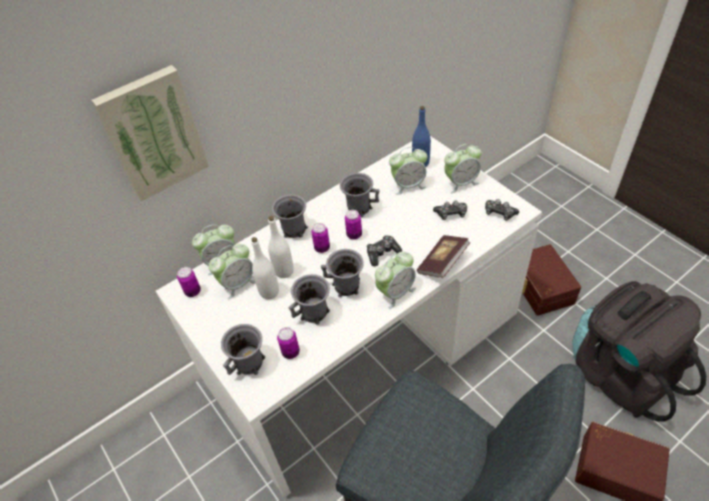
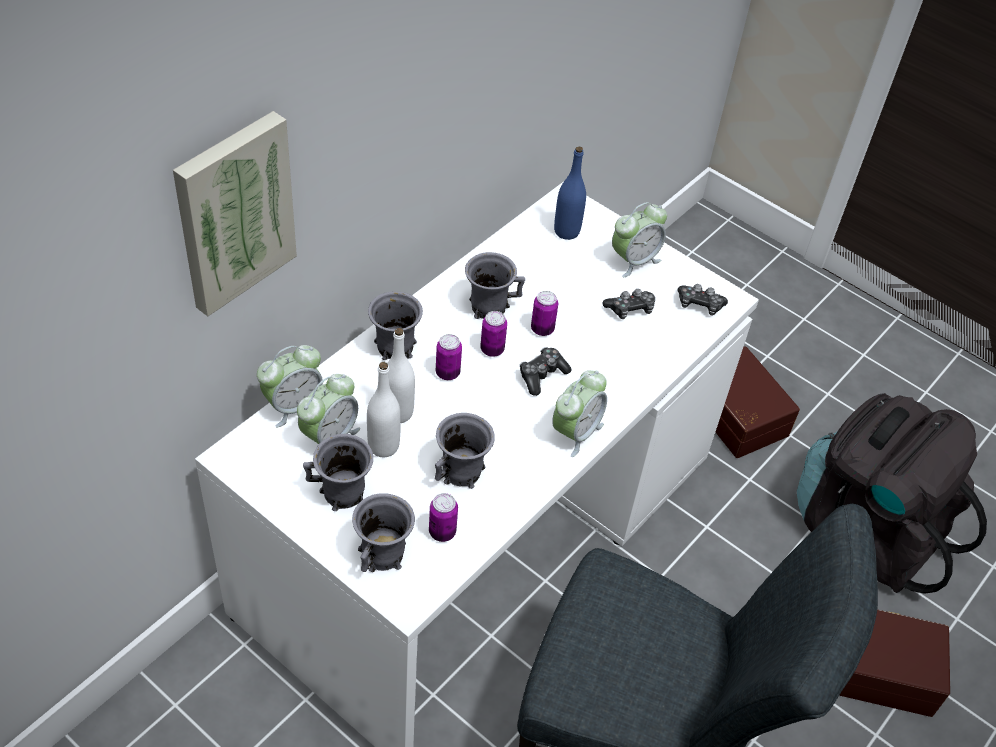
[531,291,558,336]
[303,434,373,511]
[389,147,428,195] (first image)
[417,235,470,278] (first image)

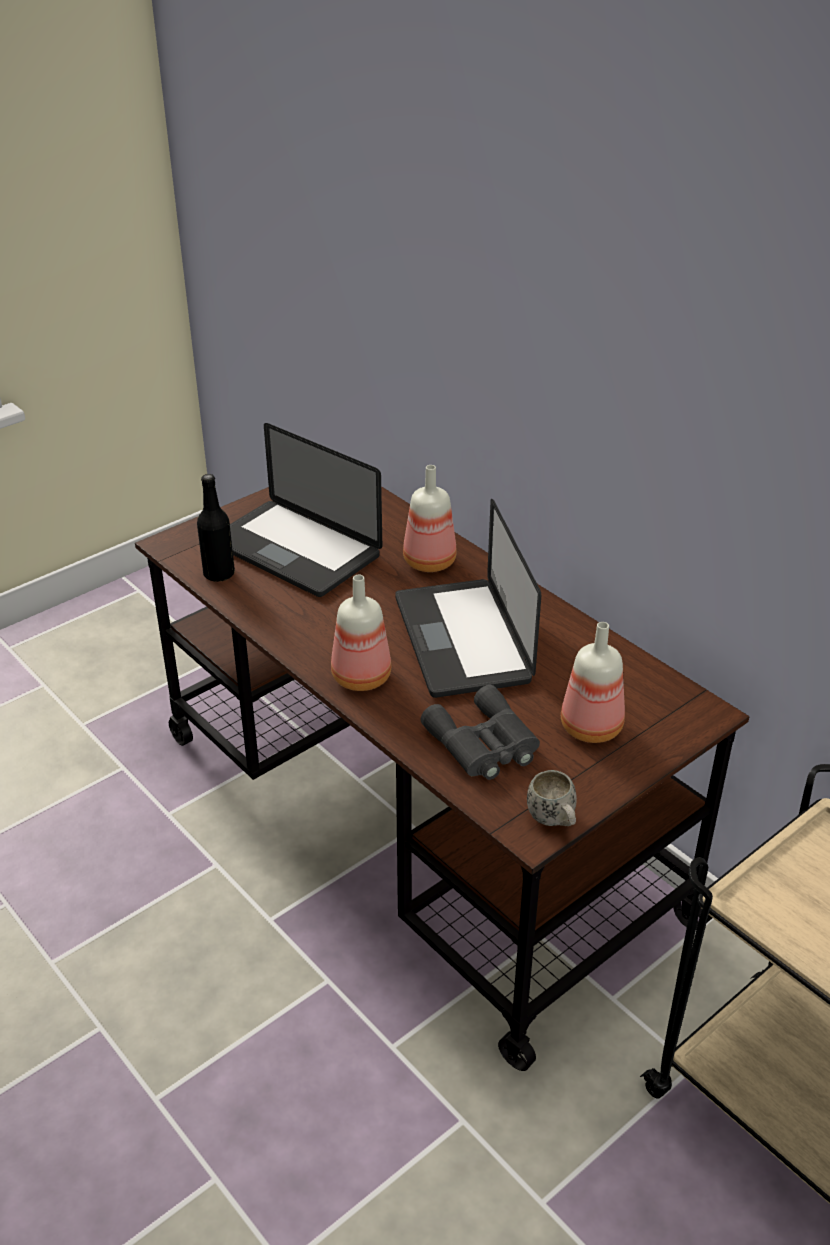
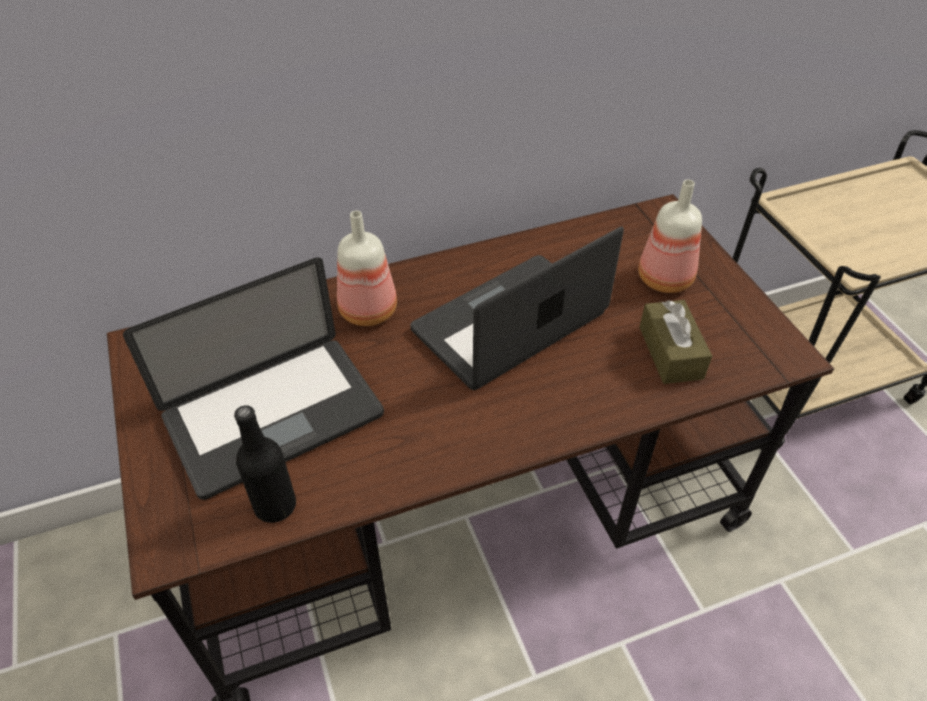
[331,574,391,691] (first image)
[410,227,624,390]
[639,300,712,384]
[527,770,577,826] (first image)

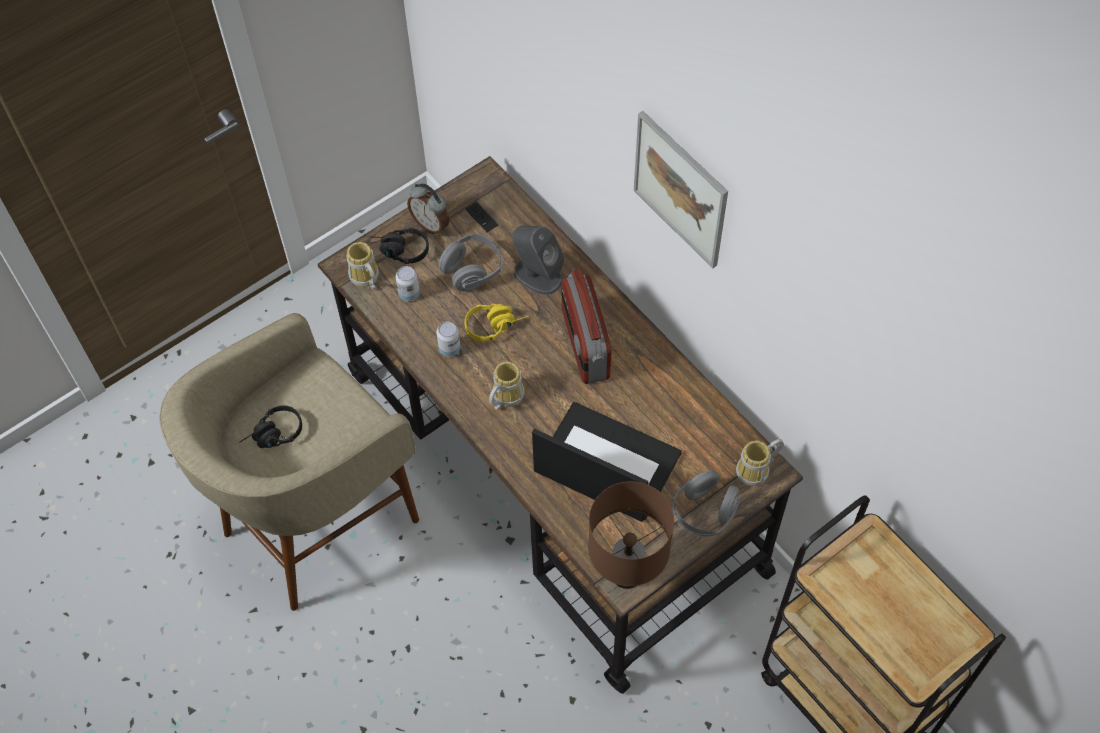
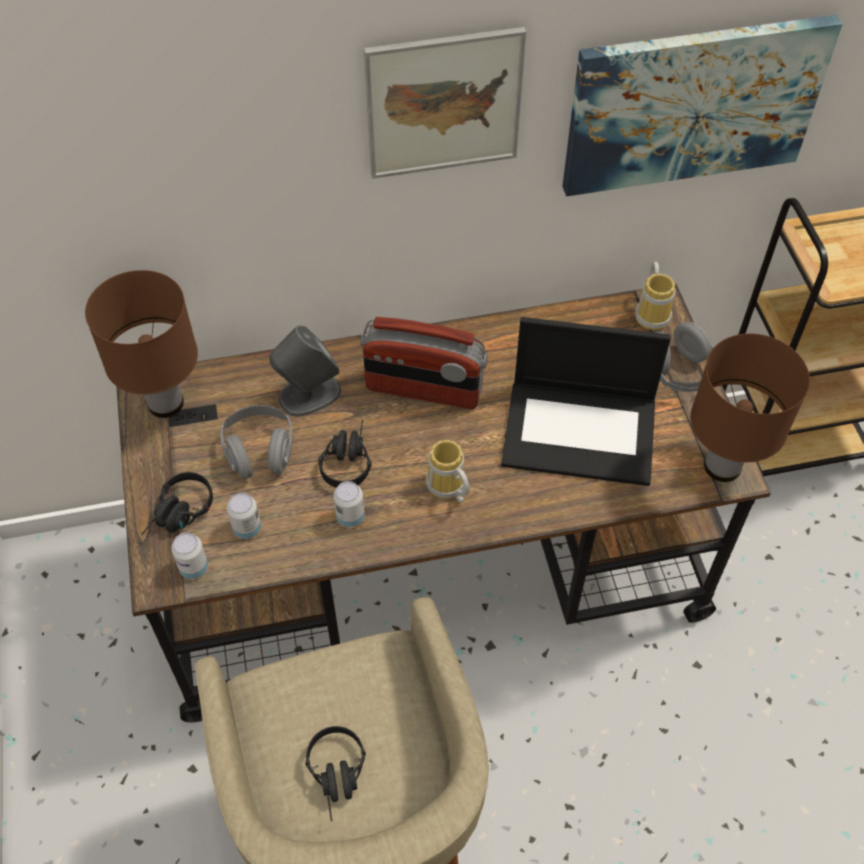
[171,532,208,579]
[407,183,449,235] (first image)
[318,420,372,488]
[501,317,671,486]
[85,270,198,418]
[562,15,843,197]

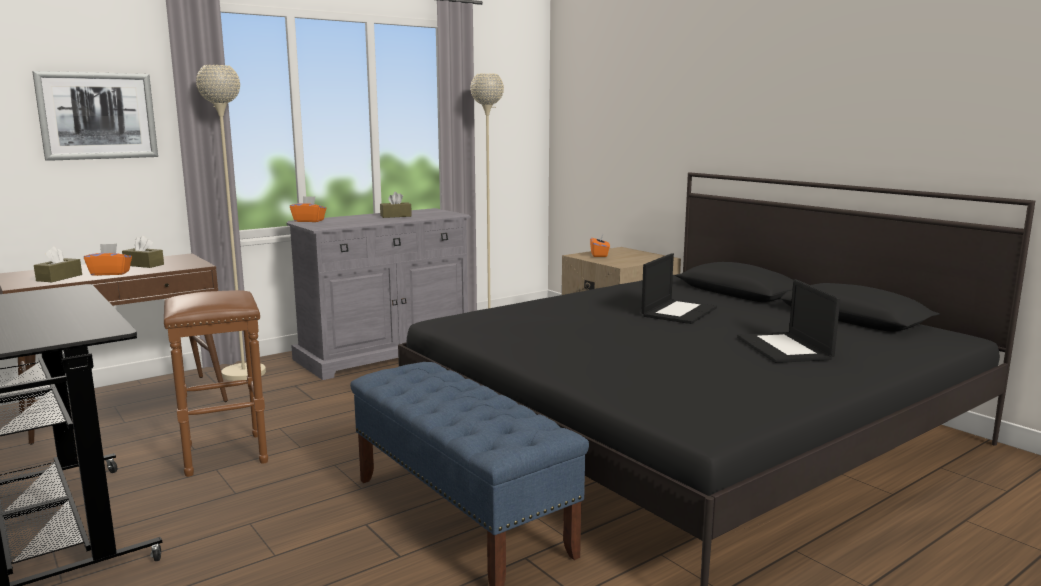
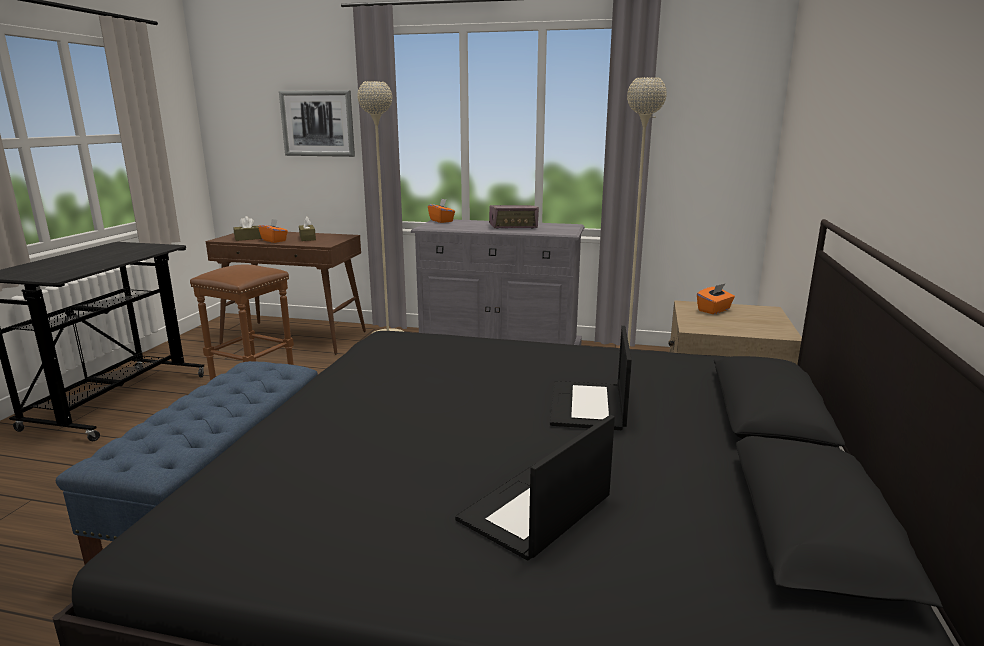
[489,205,539,229]
[550,326,632,430]

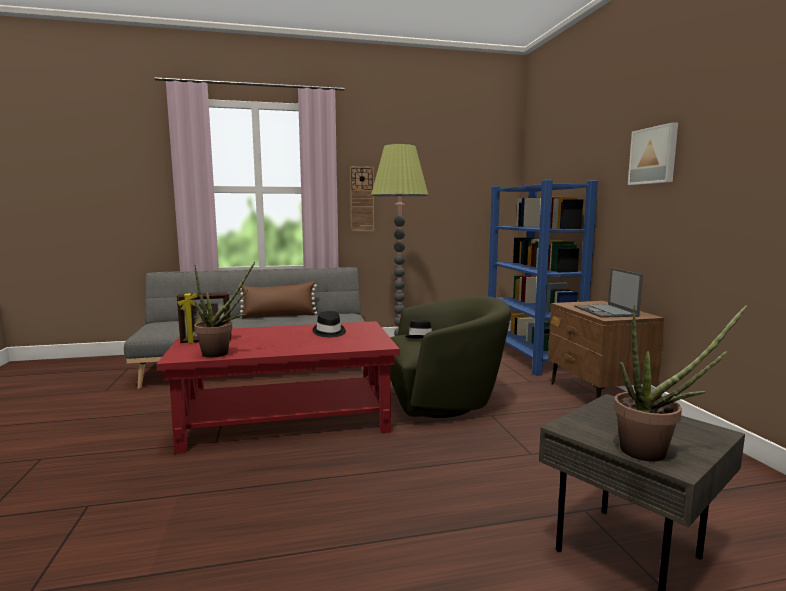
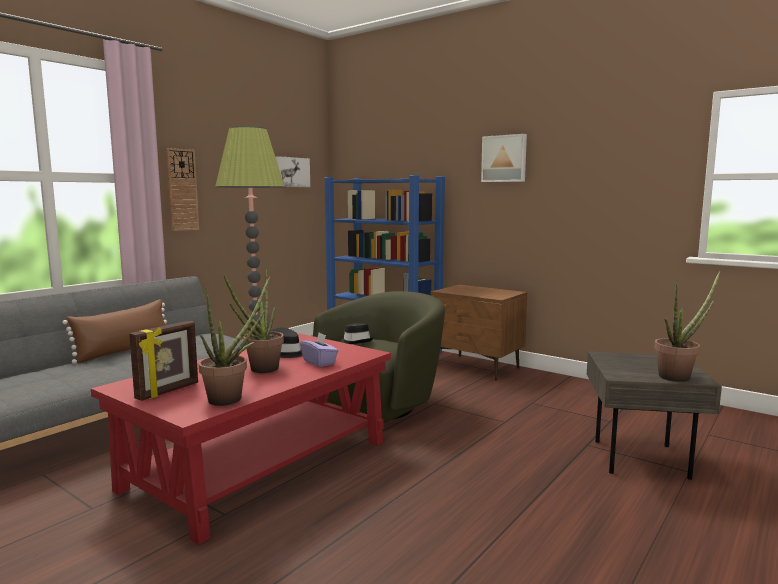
[574,268,643,318] (first image)
[223,269,284,373]
[276,156,310,187]
[300,333,338,367]

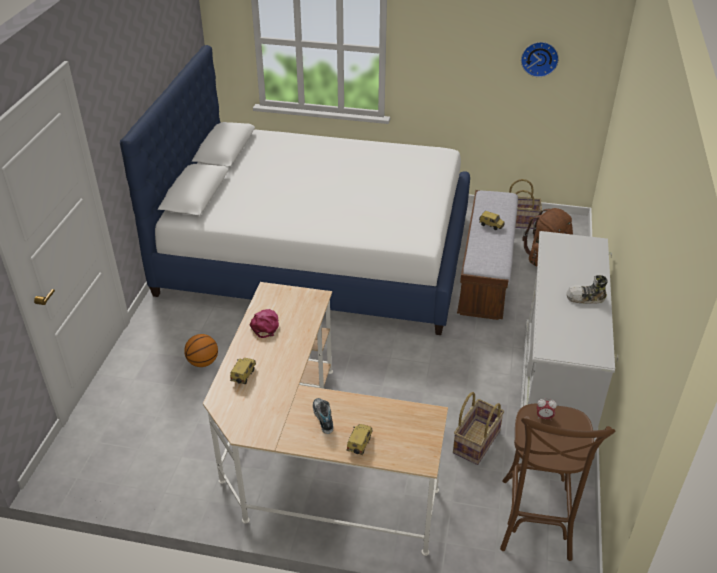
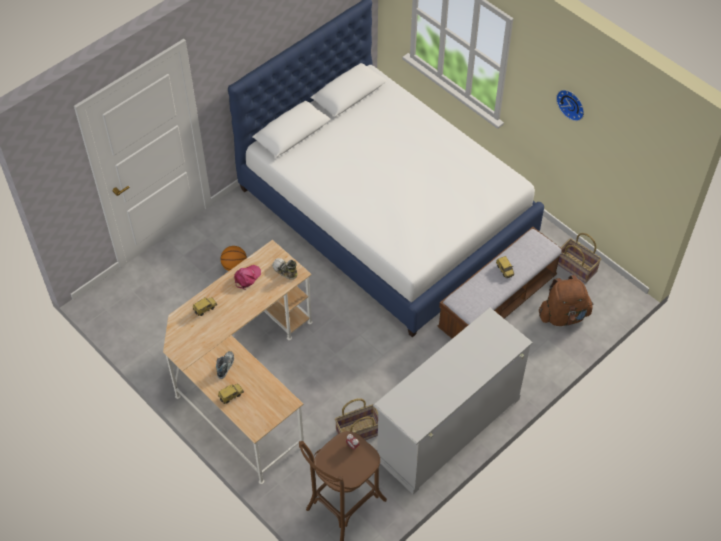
[556,90,584,121]
[272,258,298,279]

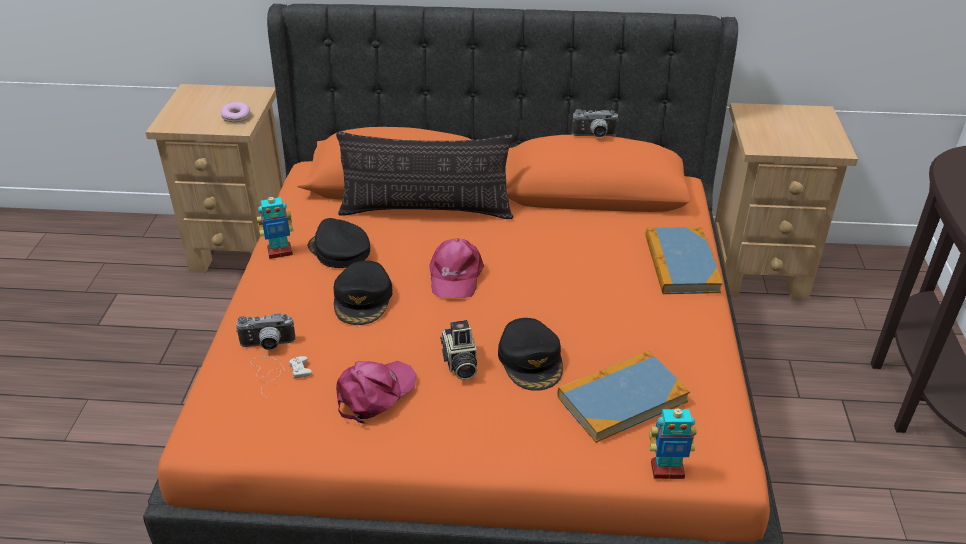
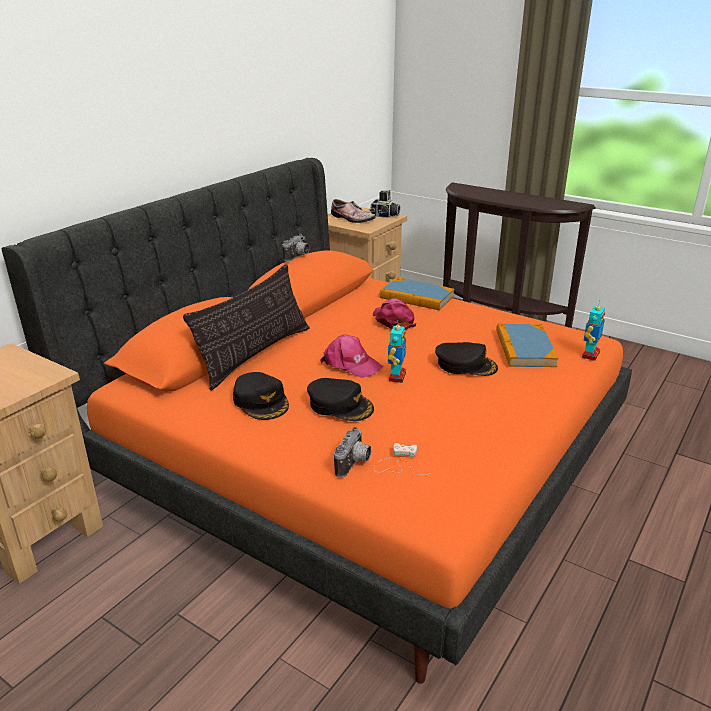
[221,102,251,122] (first image)
[388,320,406,383]
[233,372,289,420]
[373,298,416,330]
[370,190,400,218]
[331,199,376,223]

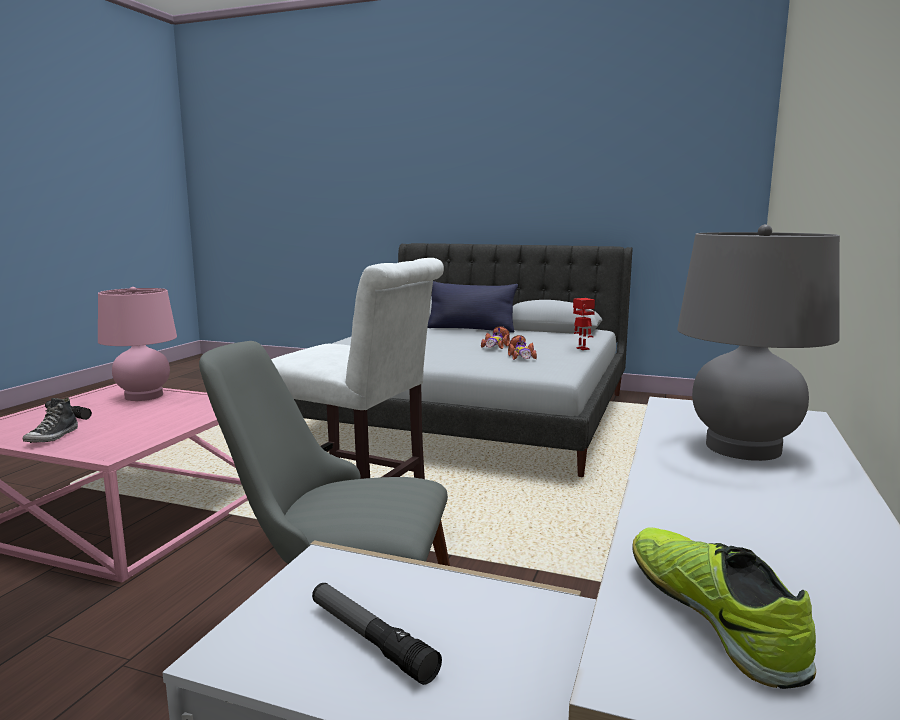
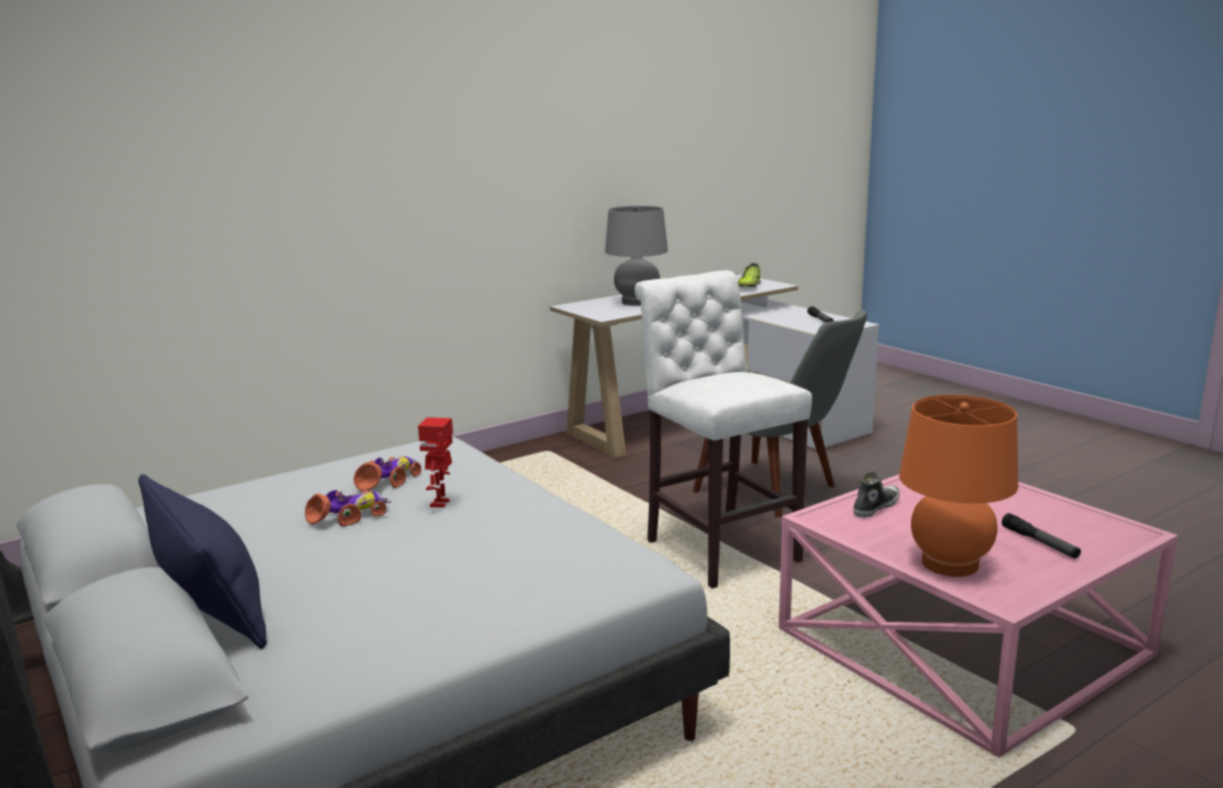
[853,472,900,518]
[899,395,1018,577]
[418,417,453,507]

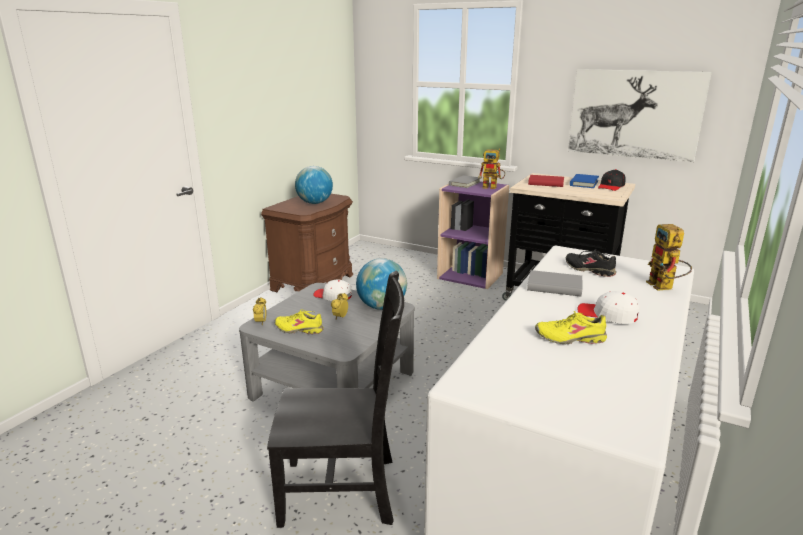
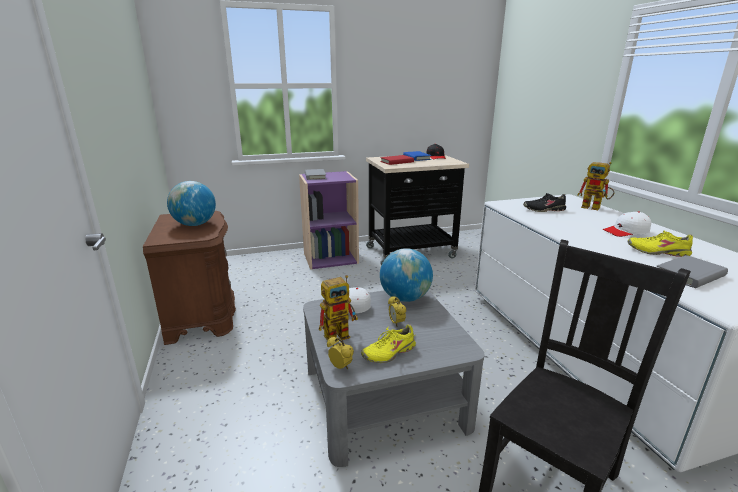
[319,275,358,341]
[657,255,728,288]
[628,230,693,257]
[568,69,712,162] (first image)

